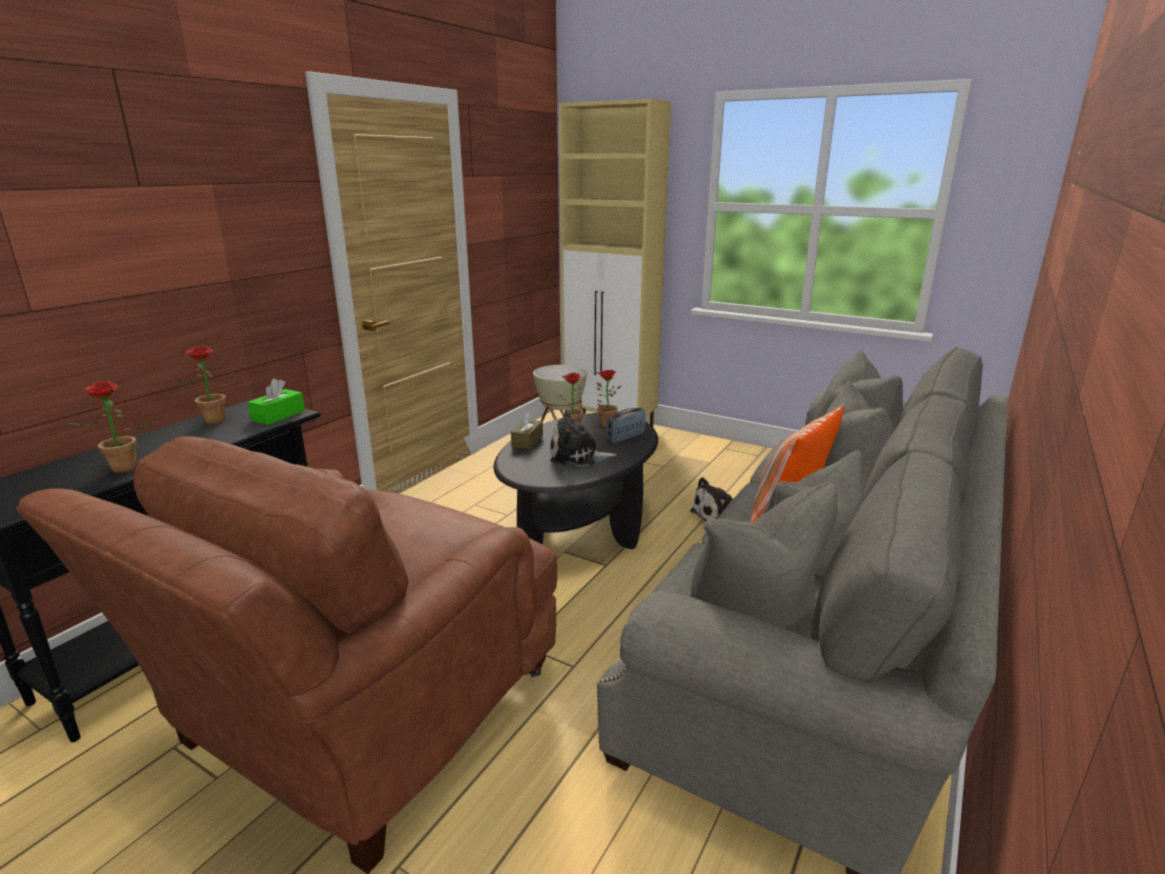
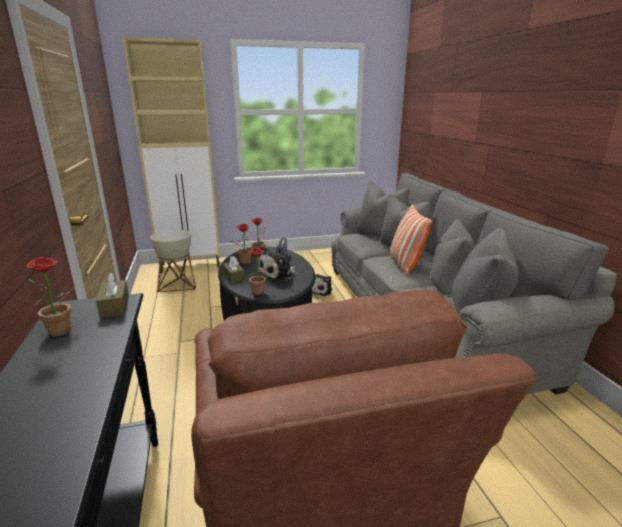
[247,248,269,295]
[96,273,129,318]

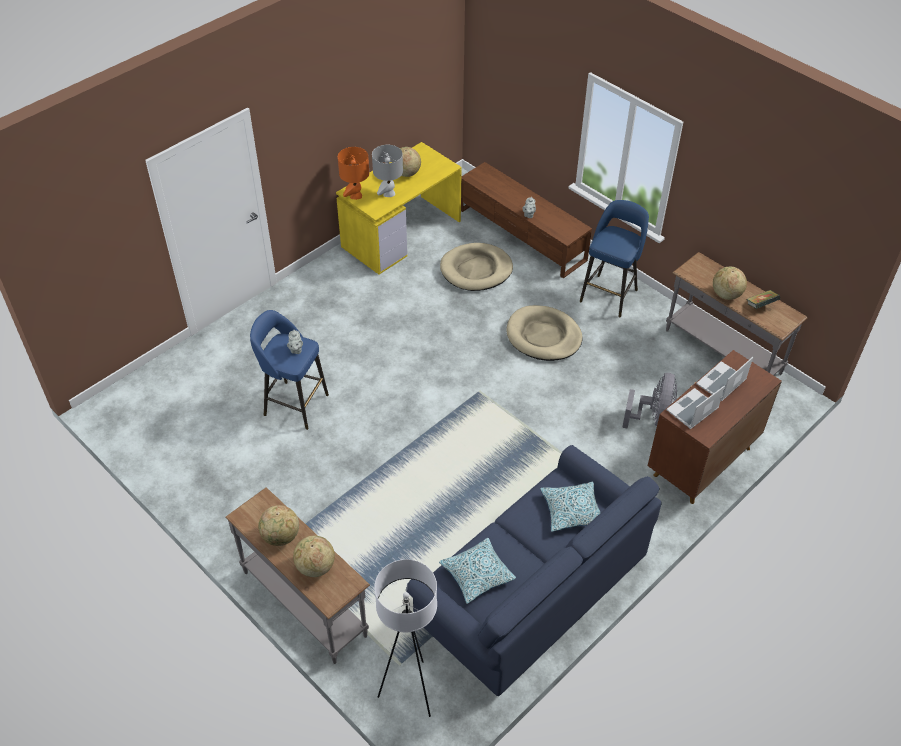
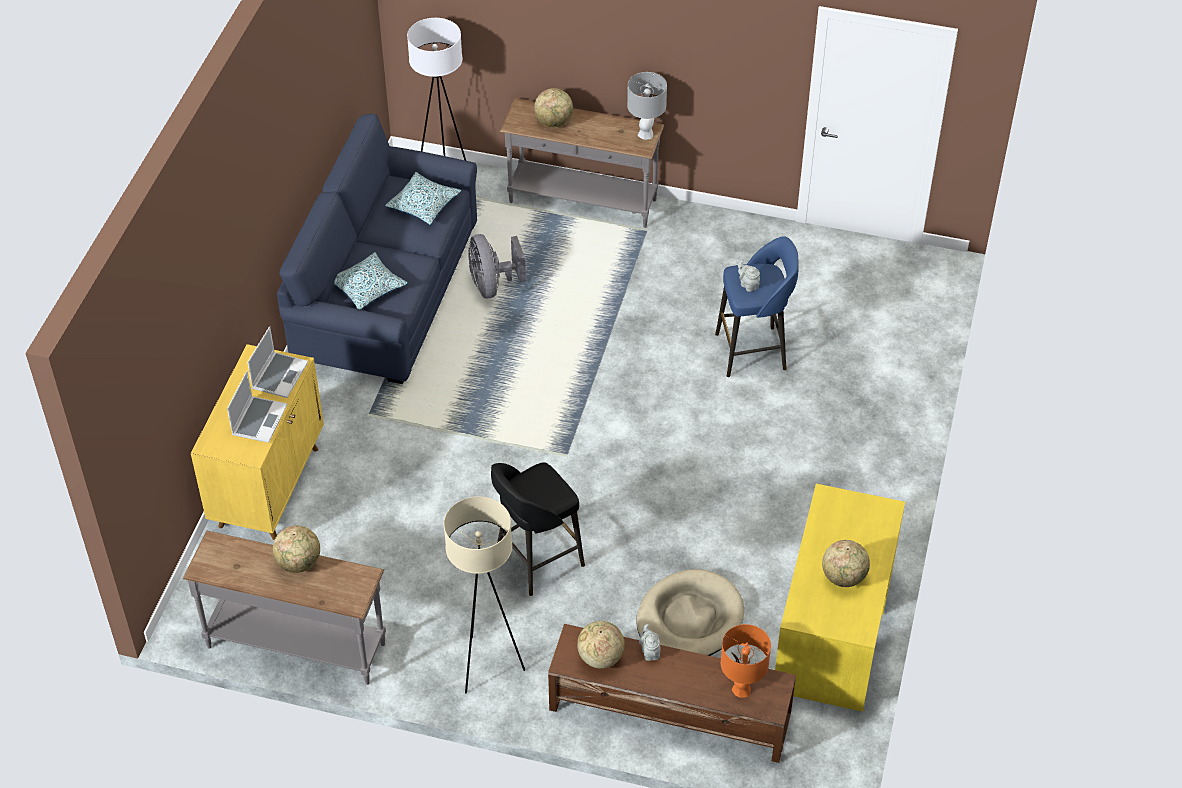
[577,621,625,669]
[721,624,771,698]
[627,72,667,140]
[491,462,585,596]
[444,497,525,693]
[468,234,526,298]
[191,344,324,540]
[747,290,780,309] (first image)

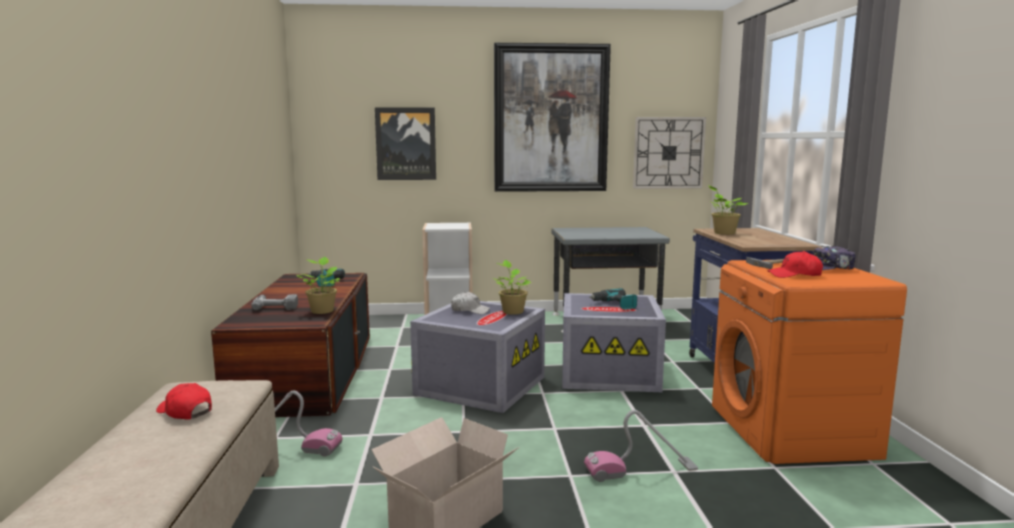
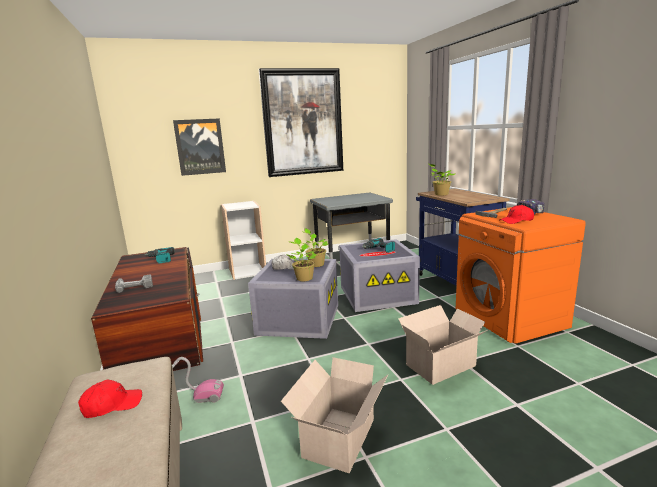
[78,380,142,418]
[287,238,317,281]
[398,305,490,385]
[633,117,706,189] (first image)

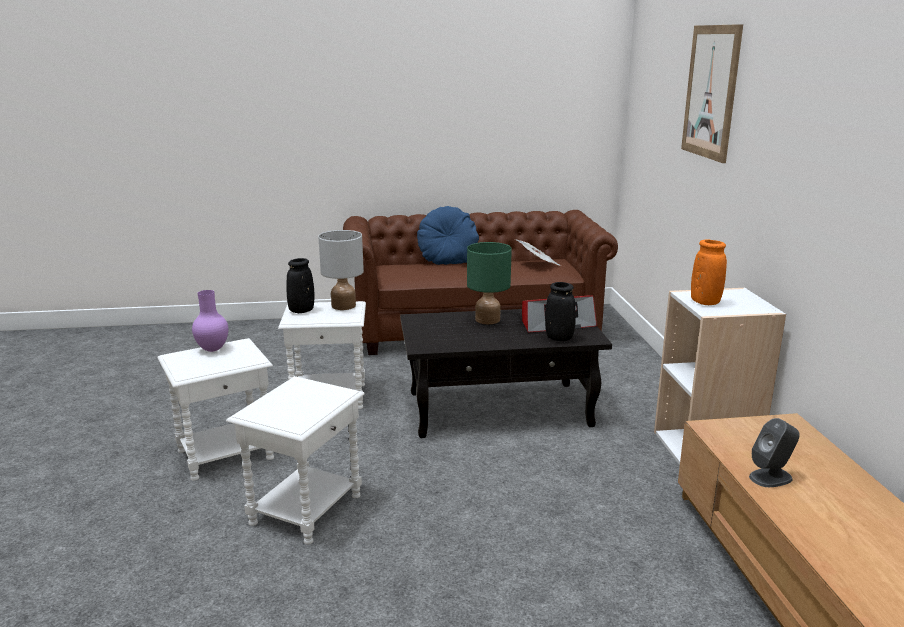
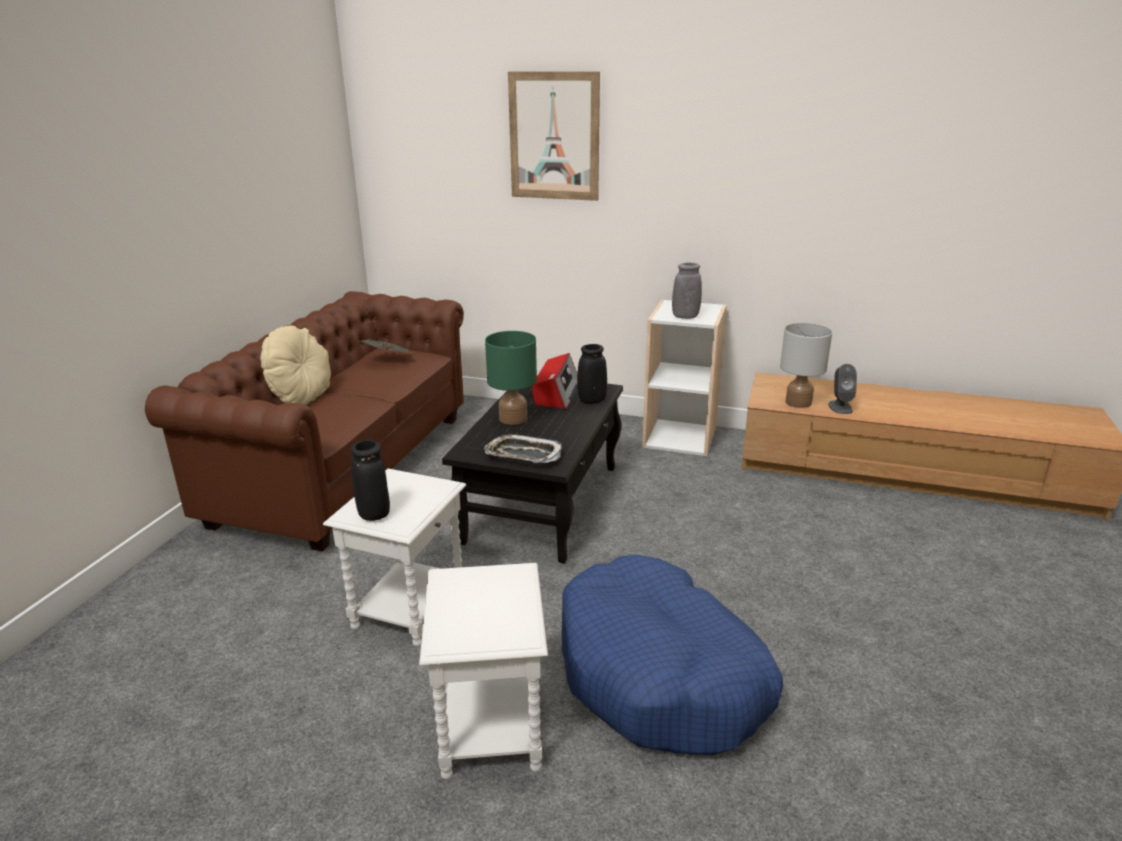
[192,290,228,352] (first image)
[562,554,783,756]
[780,322,833,408]
[260,325,331,405]
[672,263,702,319]
[484,434,561,463]

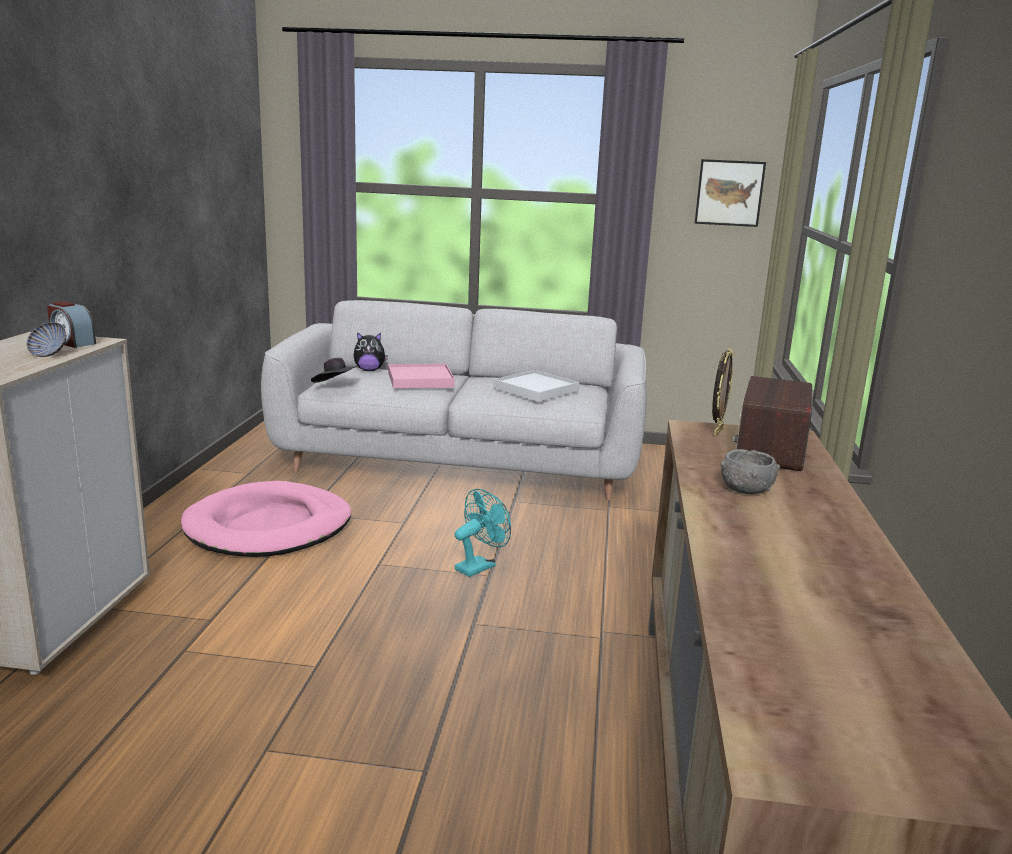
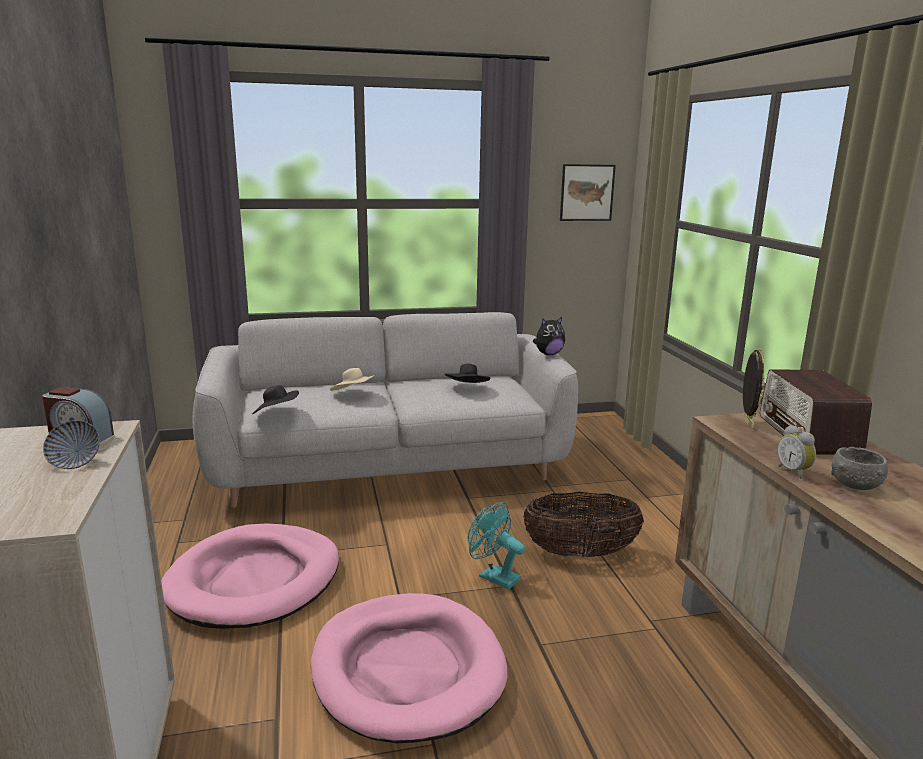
[533,317,565,355]
[330,368,375,391]
[468,502,525,590]
[445,363,490,383]
[311,593,508,743]
[523,492,644,557]
[777,425,816,479]

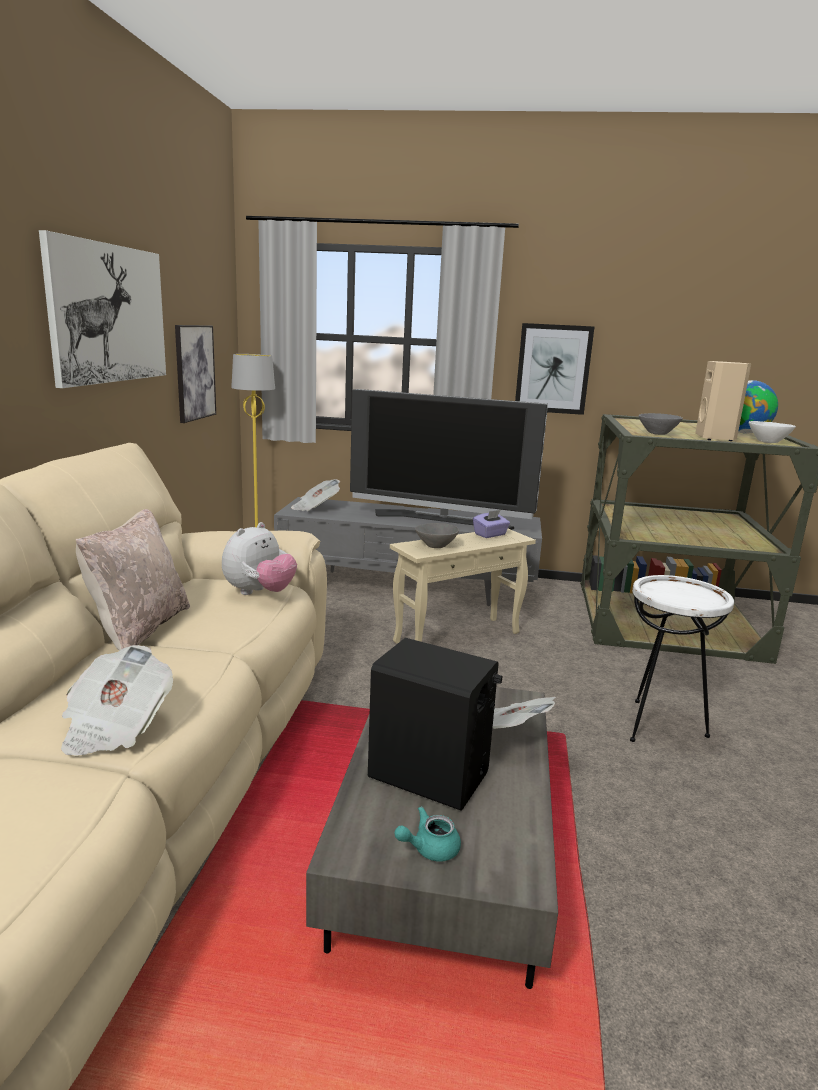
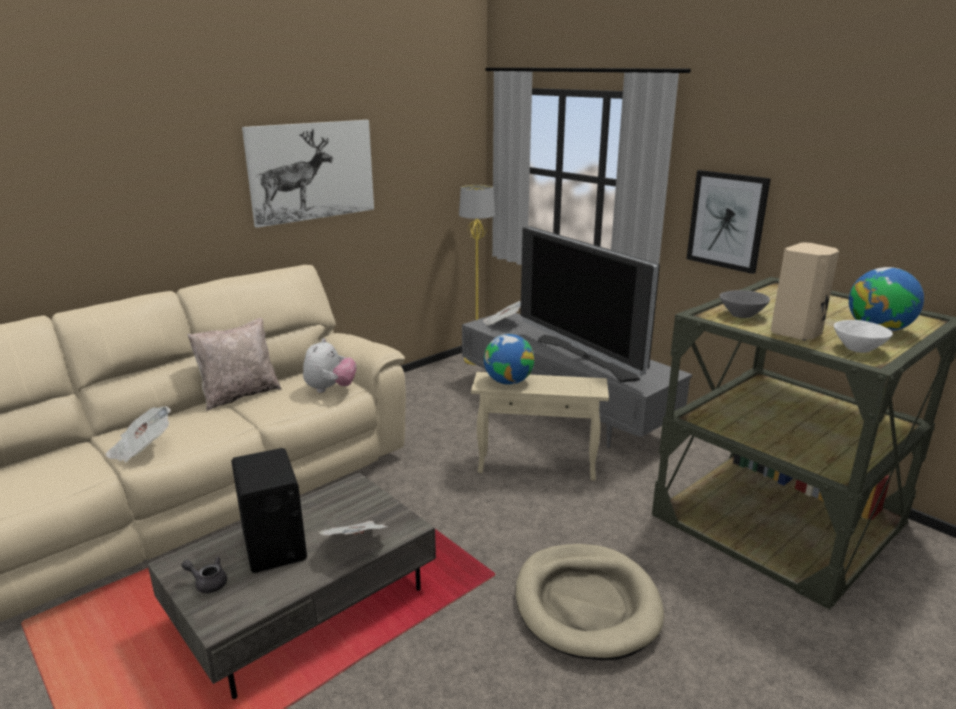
[175,325,216,423] (first image)
[303,338,356,393]
[181,557,227,593]
[484,334,534,385]
[473,510,510,538] (first image)
[515,544,664,660]

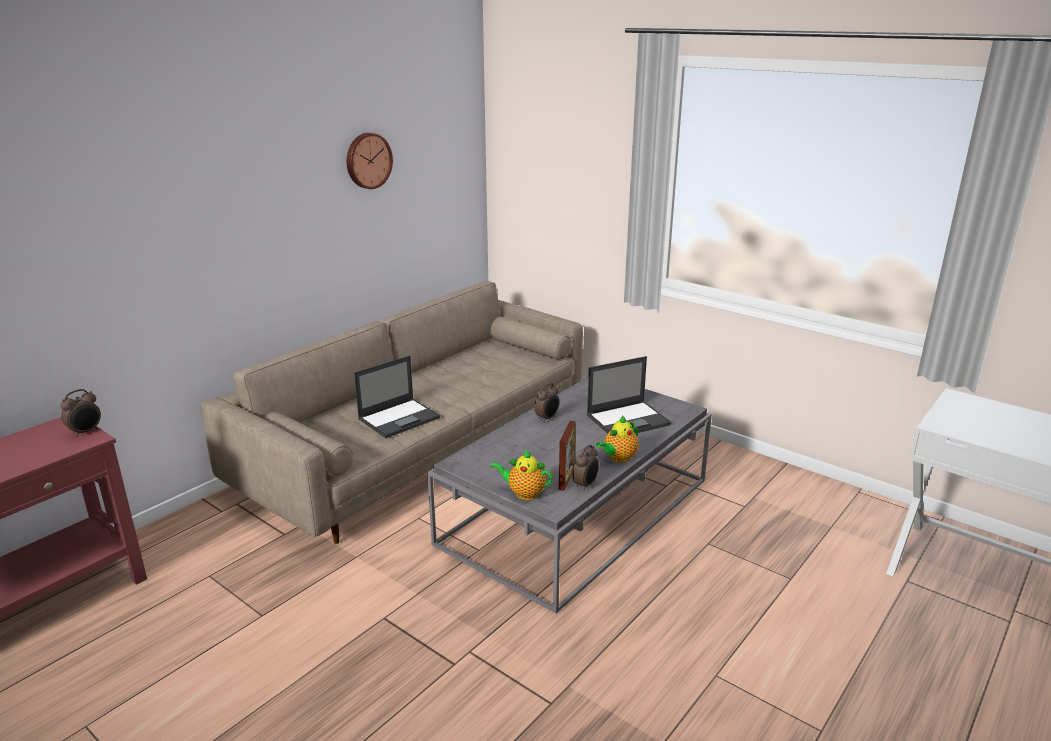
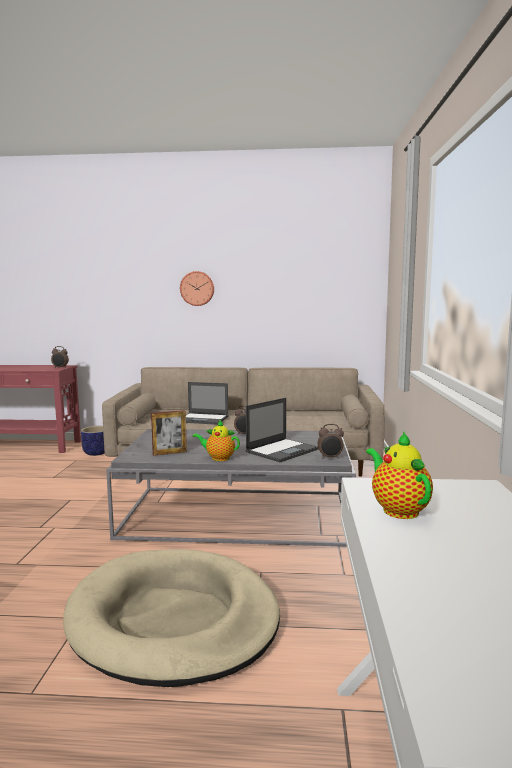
[180,271,214,306]
[366,431,433,519]
[318,424,344,459]
[246,398,318,462]
[63,549,280,687]
[81,426,105,456]

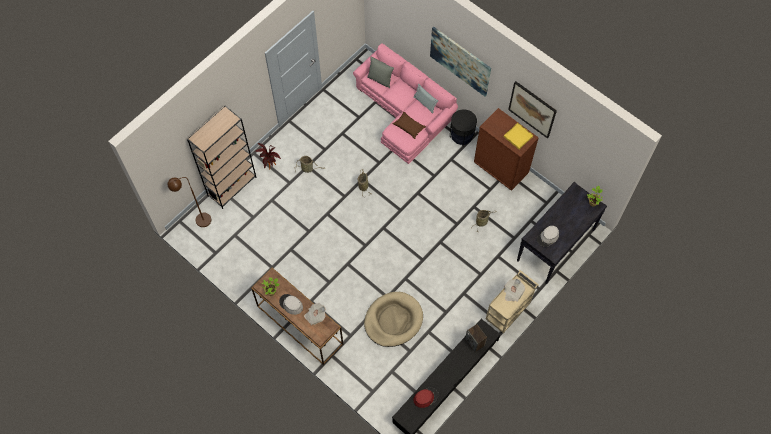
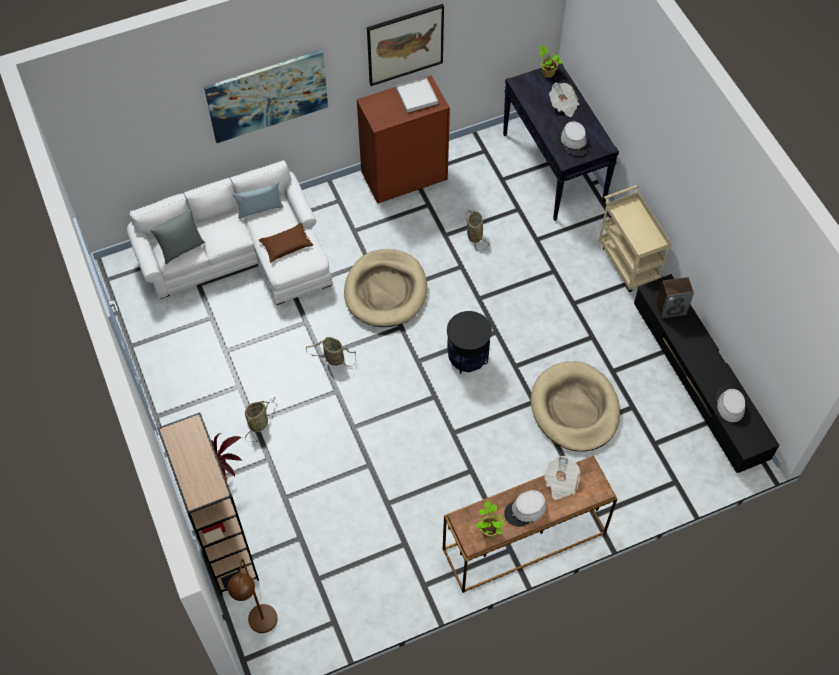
[127,160,333,305]
[716,384,745,422]
[447,311,492,374]
[396,77,438,113]
[549,83,579,117]
[344,249,427,327]

